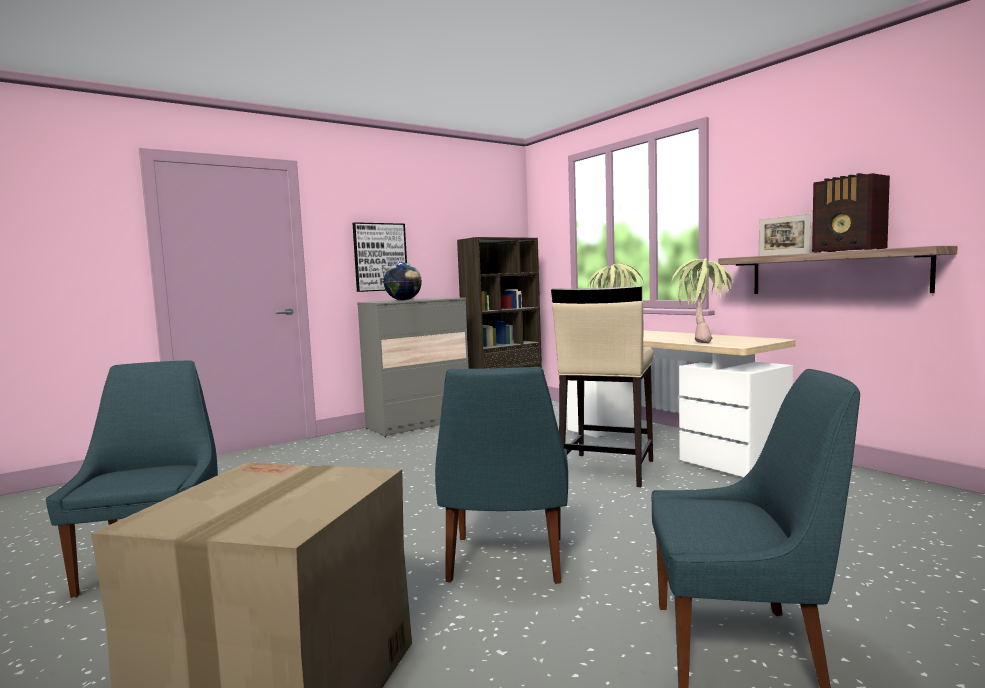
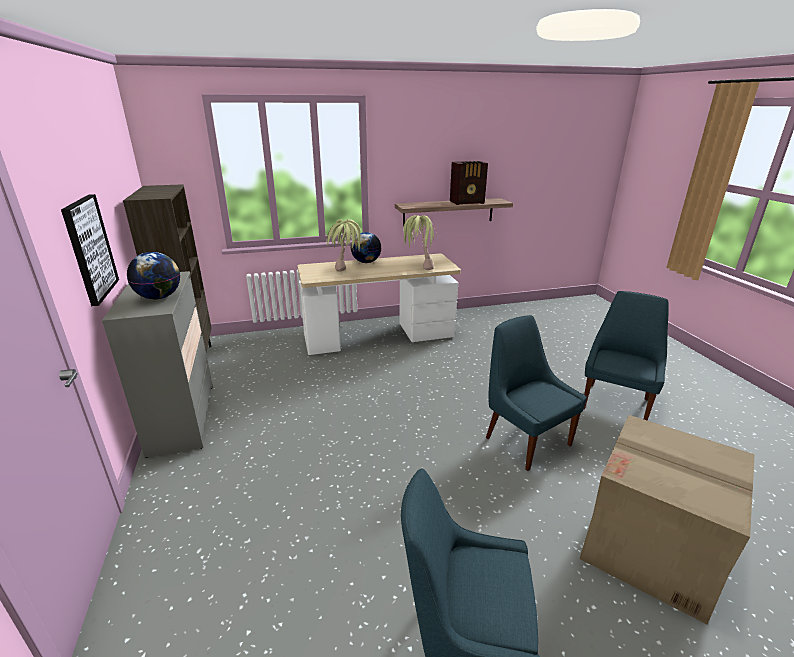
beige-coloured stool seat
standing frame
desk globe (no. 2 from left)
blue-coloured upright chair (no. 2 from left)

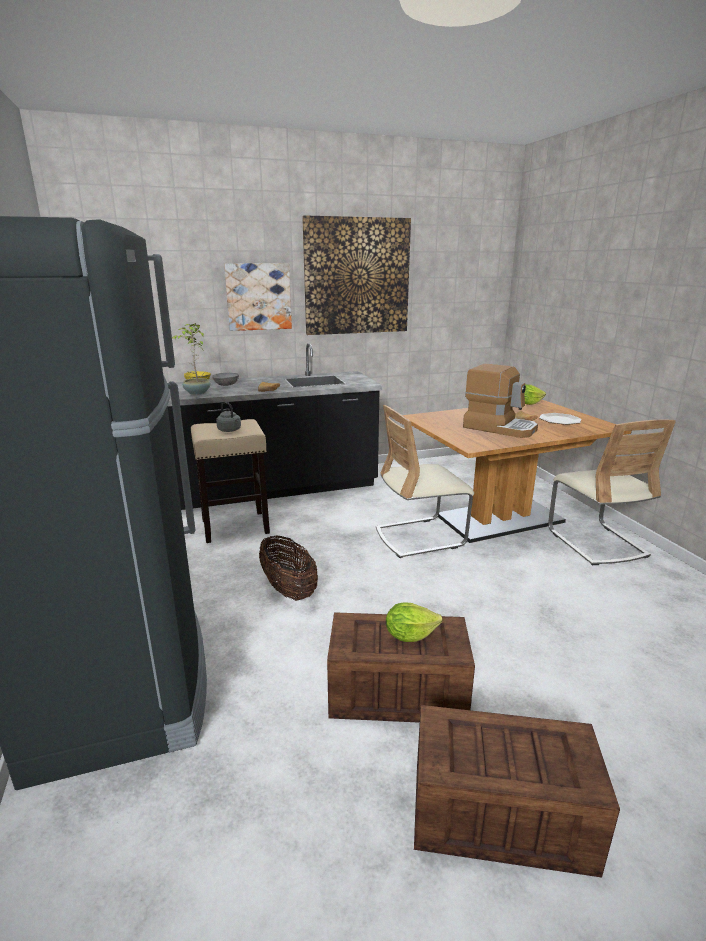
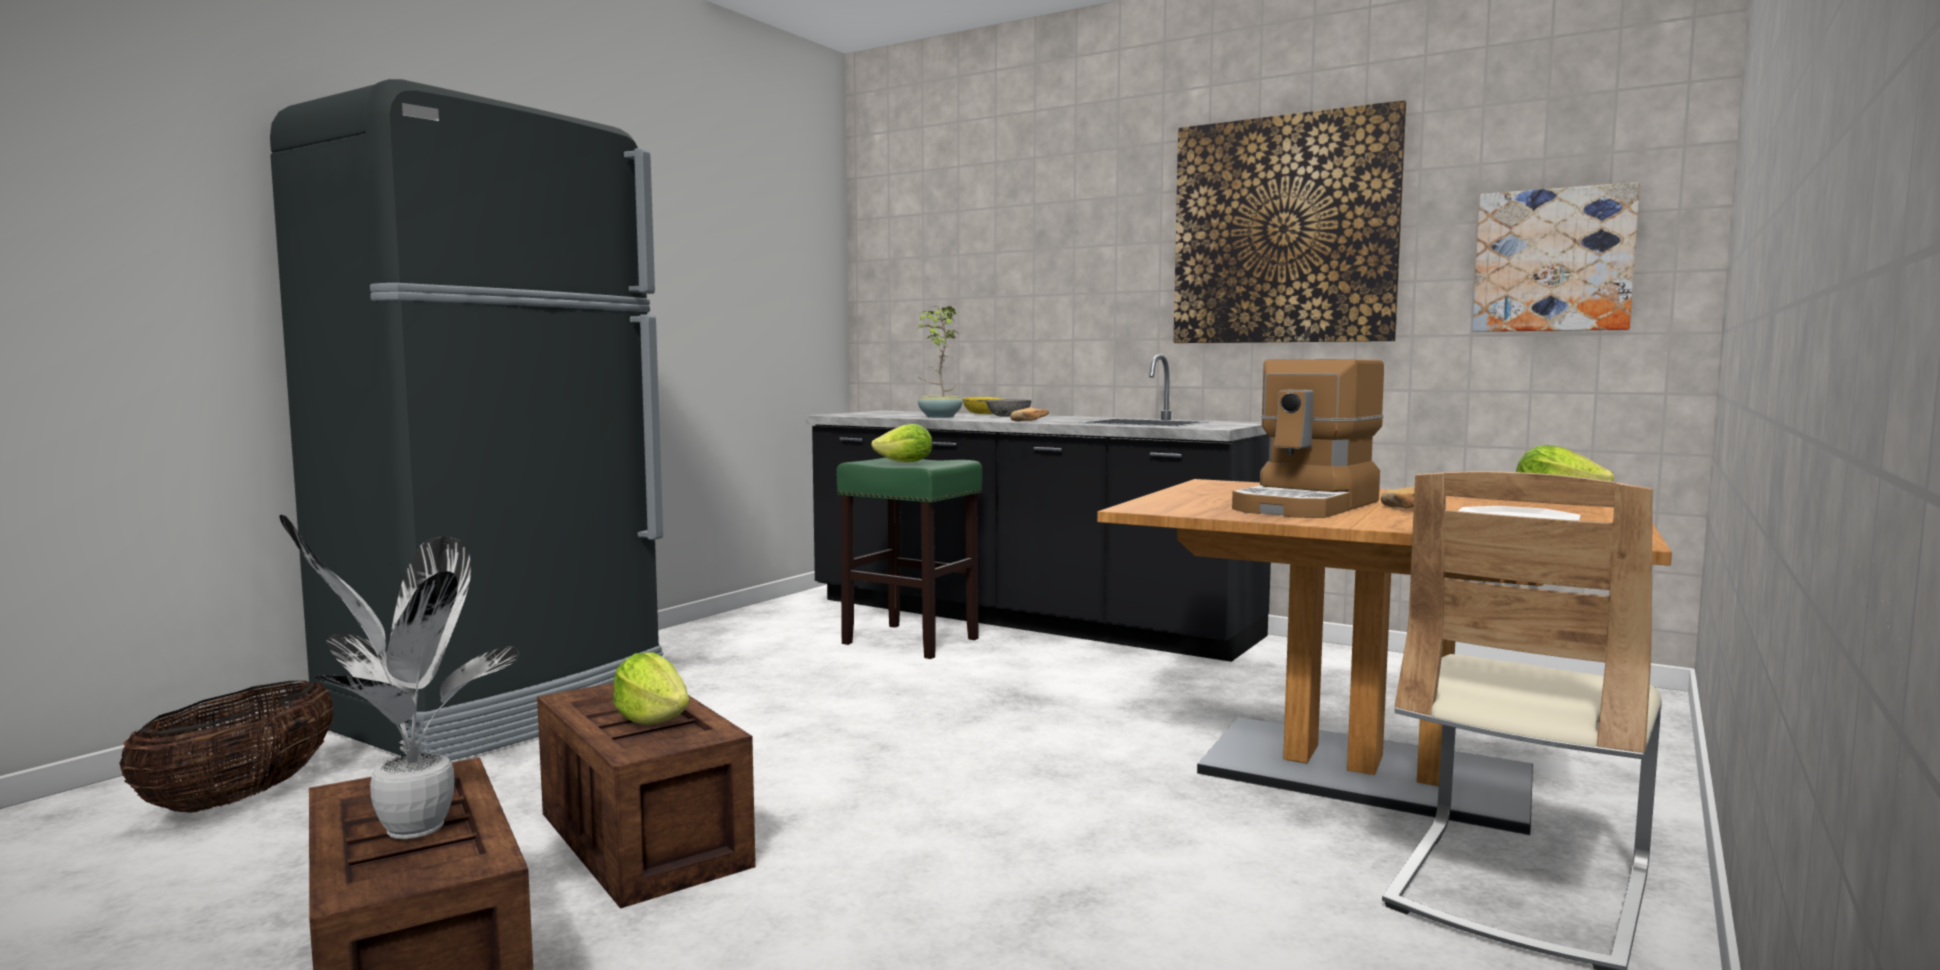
beige-coloured upright chair (no. 1 from left in the first image)
potted plant (no. 1 from left)
wall art (no. 2 from left)
basket
lettuce (no. 2 from left)
green-coloured stool seat
coffee machine

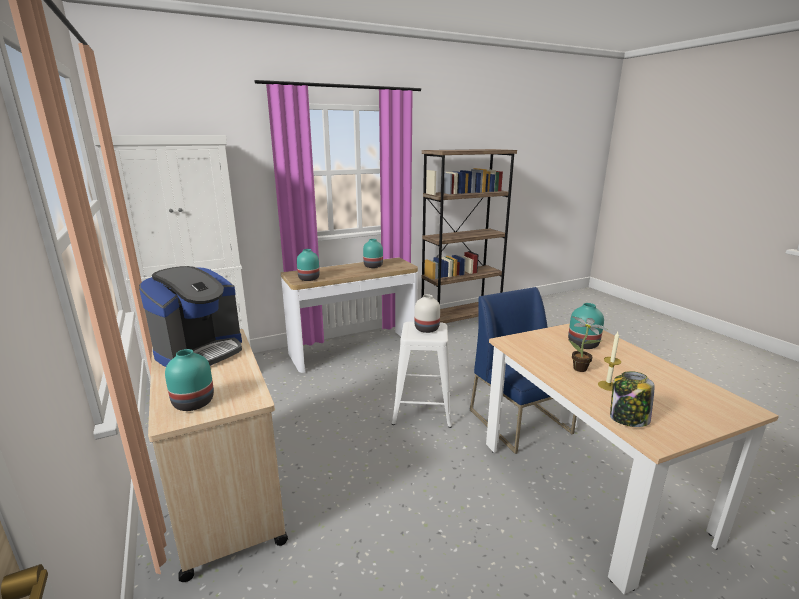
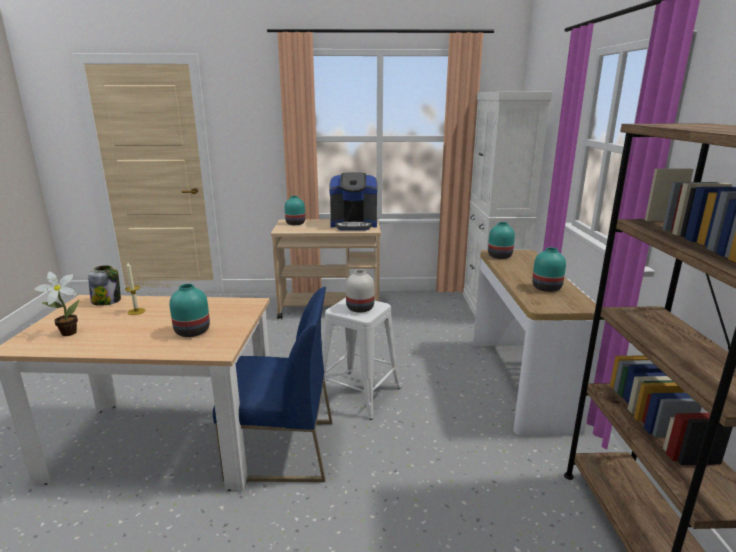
potted plant
coffee machine

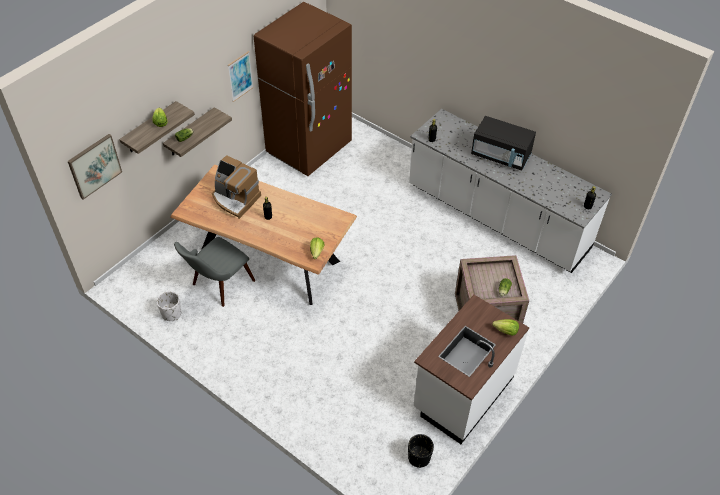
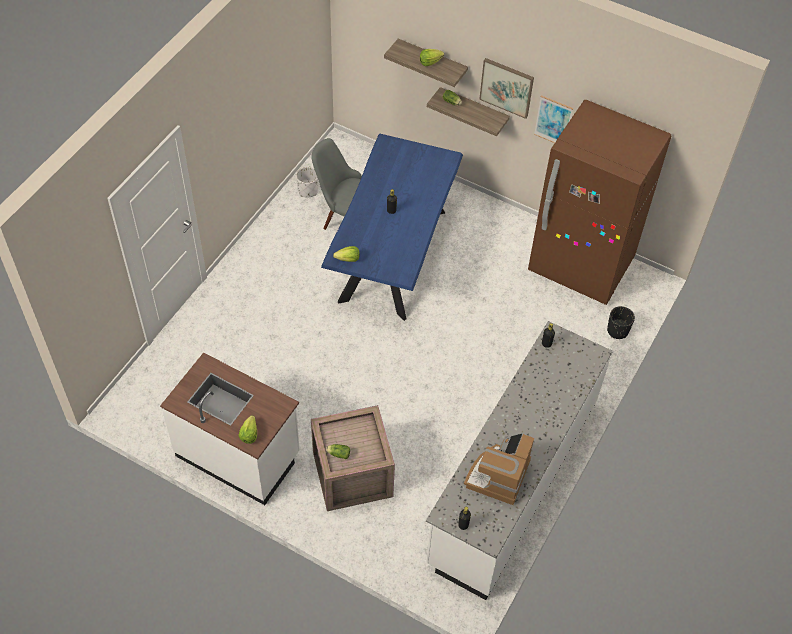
black microwave
wall art (no. 1 from left)
coffee machine
black plant pot
blue-coloured dinner table

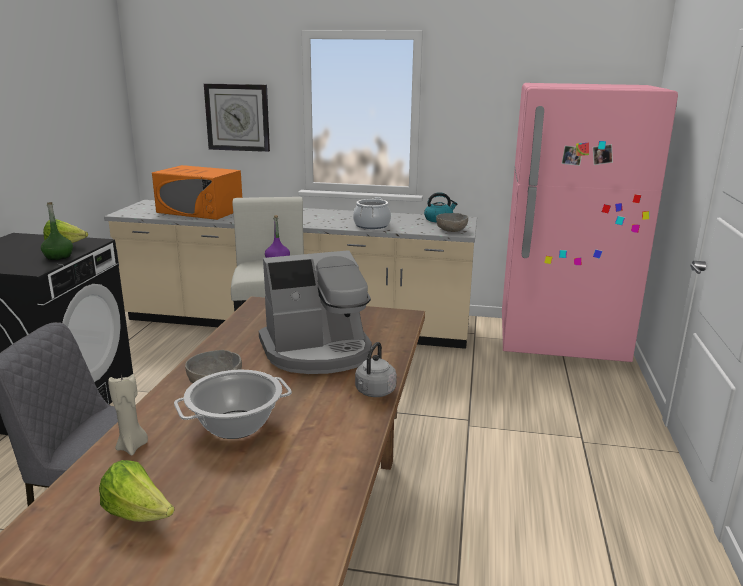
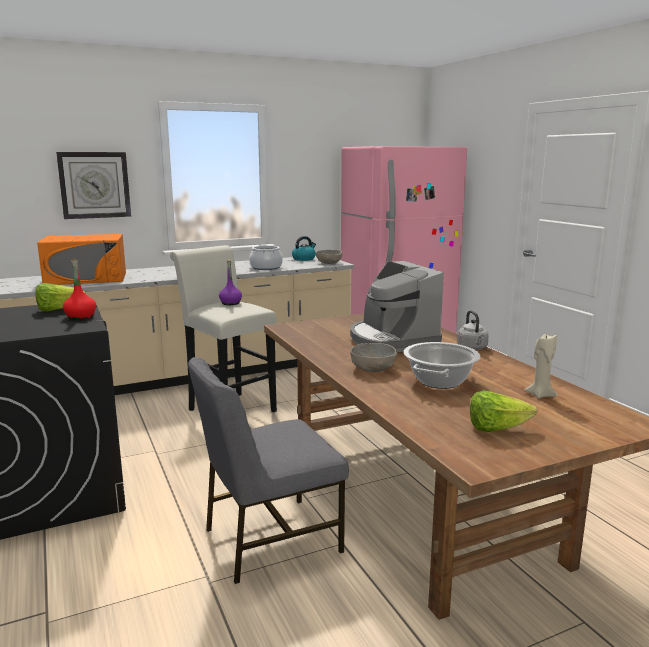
beige-coloured wax light
red bottle
coffee machine

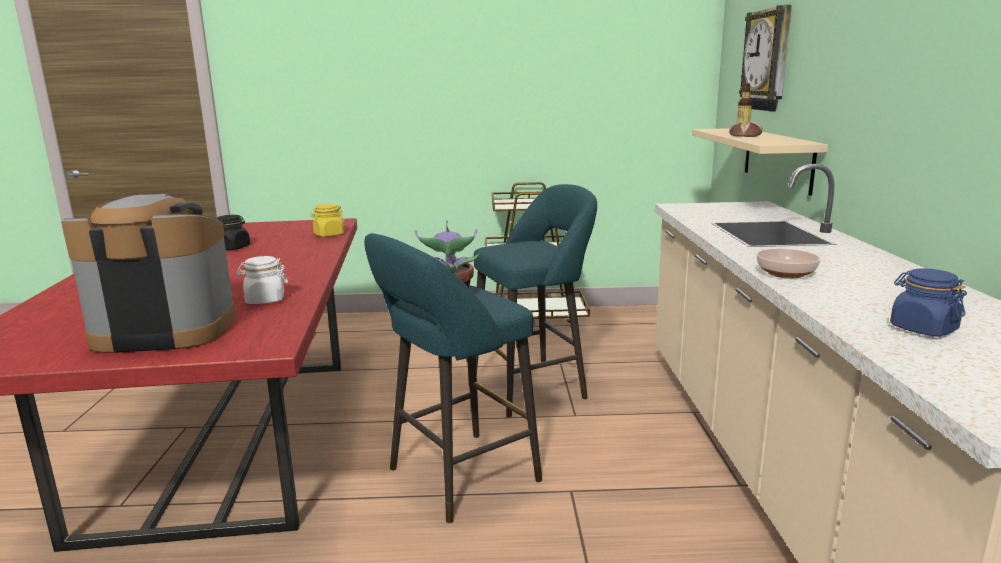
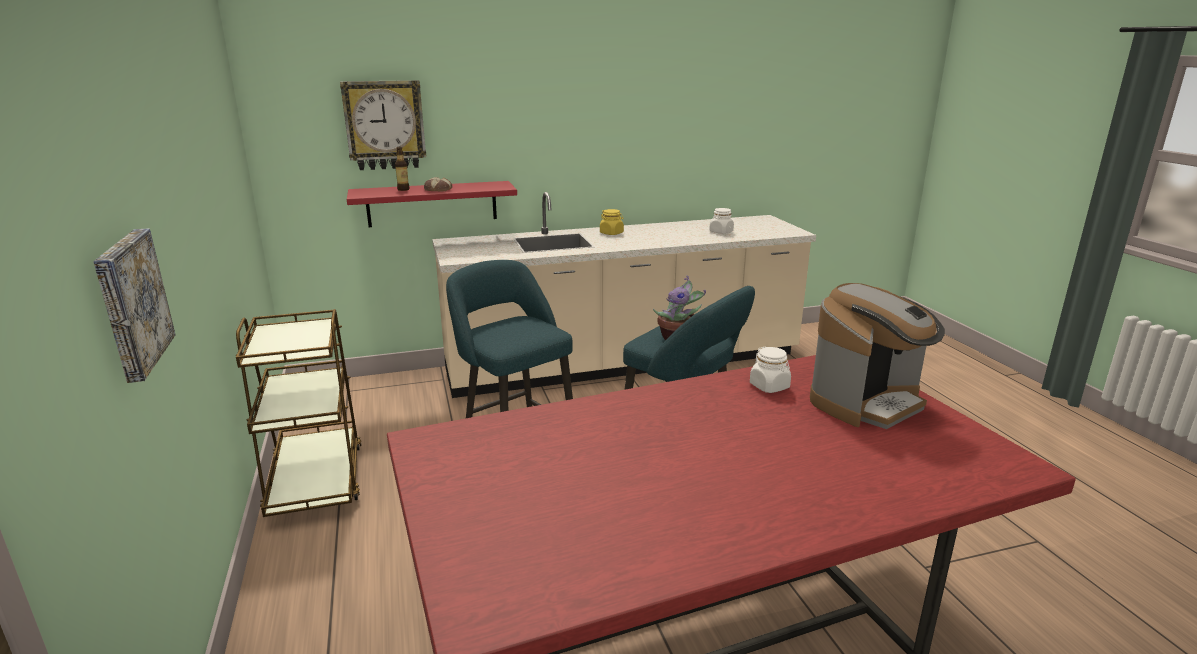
black preserve jar
deep dish
wall art
yellow-coloured preserve jar
red bracket shelf
whitish preserve jar (no. 1 from left)
coffee machine

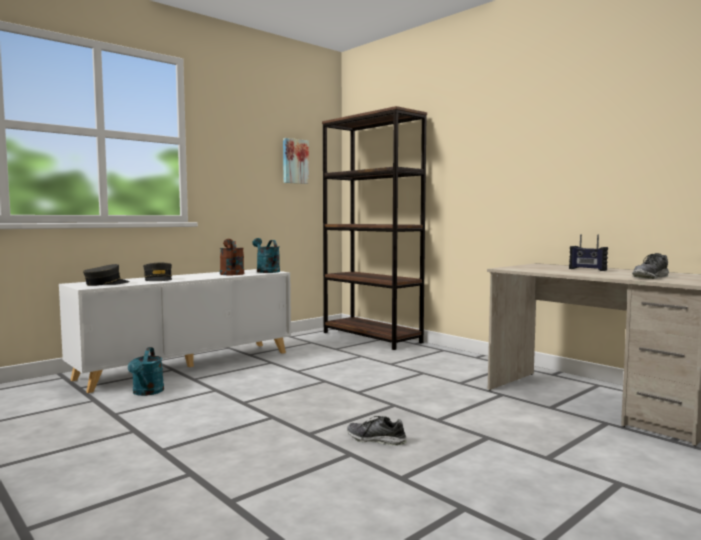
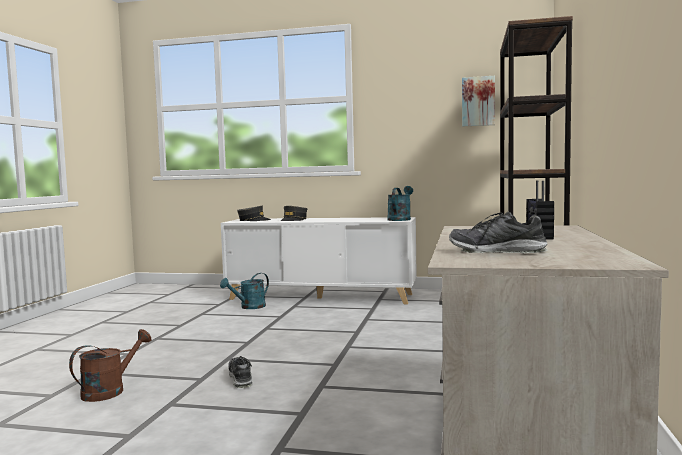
brownish watering can

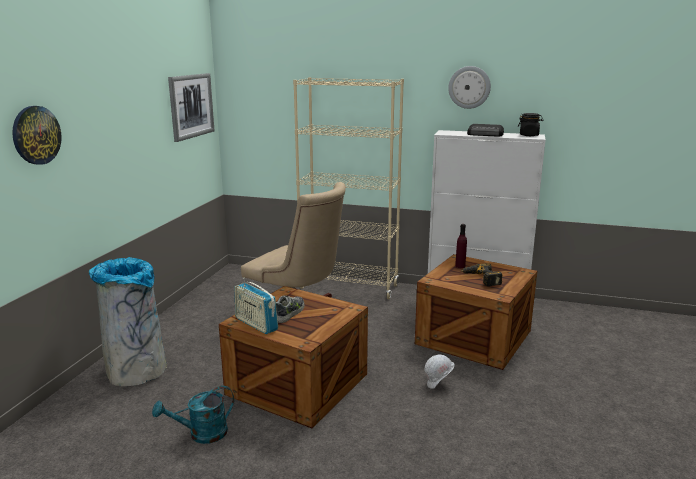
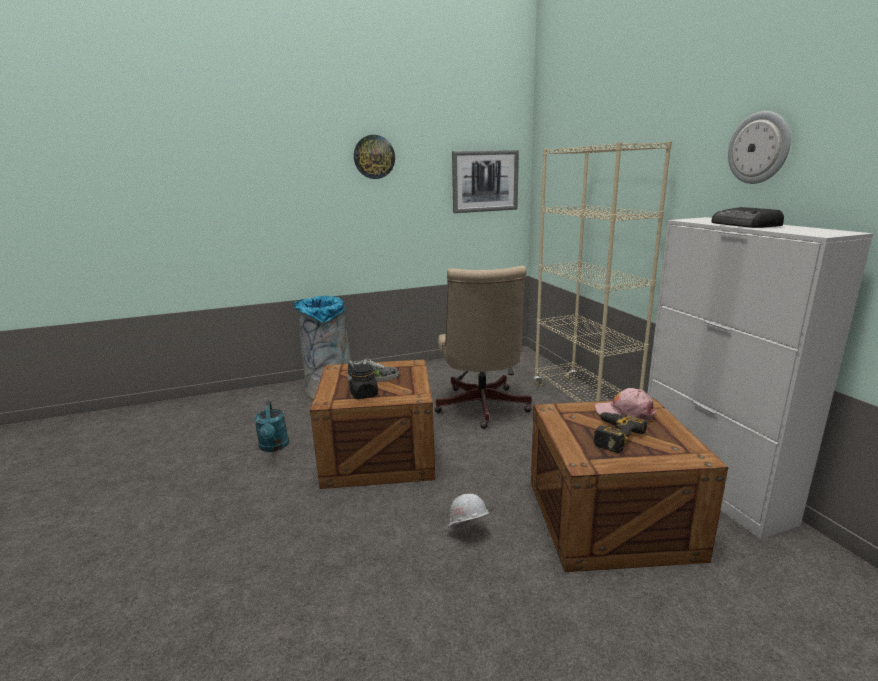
radio receiver (no. 1 from left in the first image)
hanging clock (no. 1 from left)
black preserve jar
pinkish cap
blue-green watering can

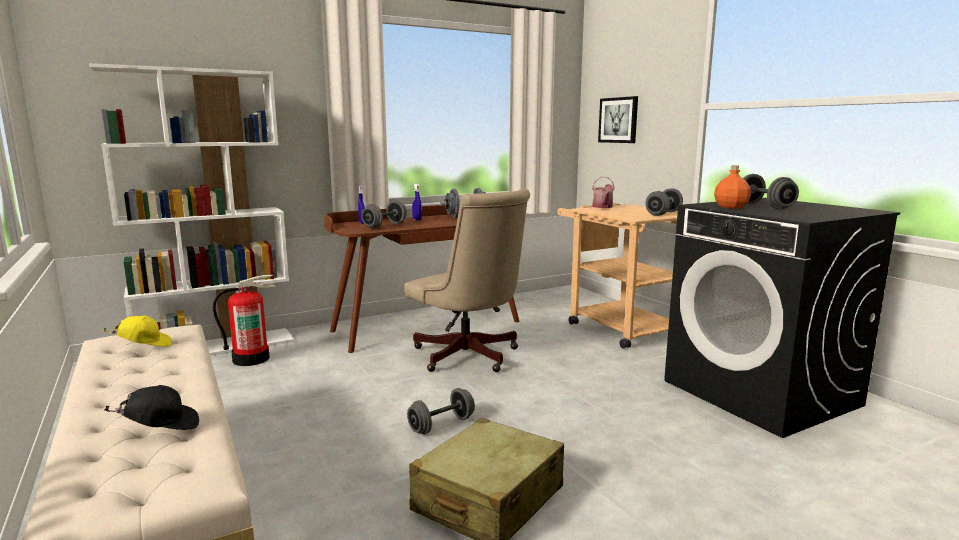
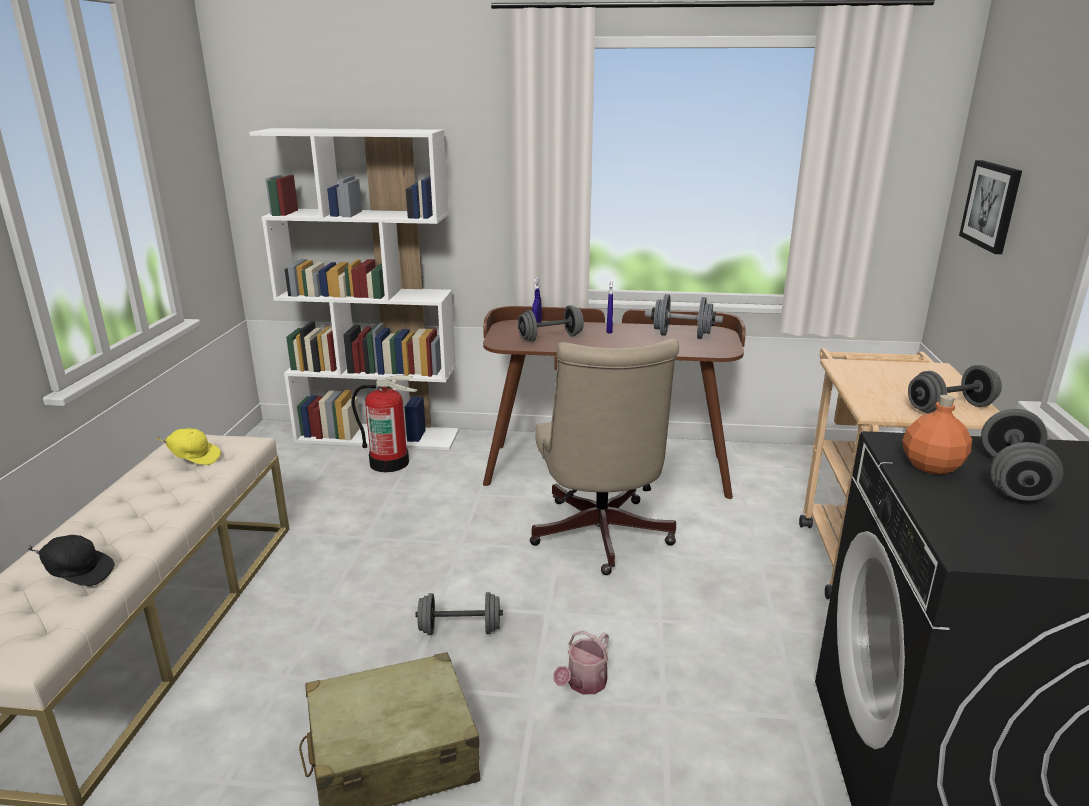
watering can

